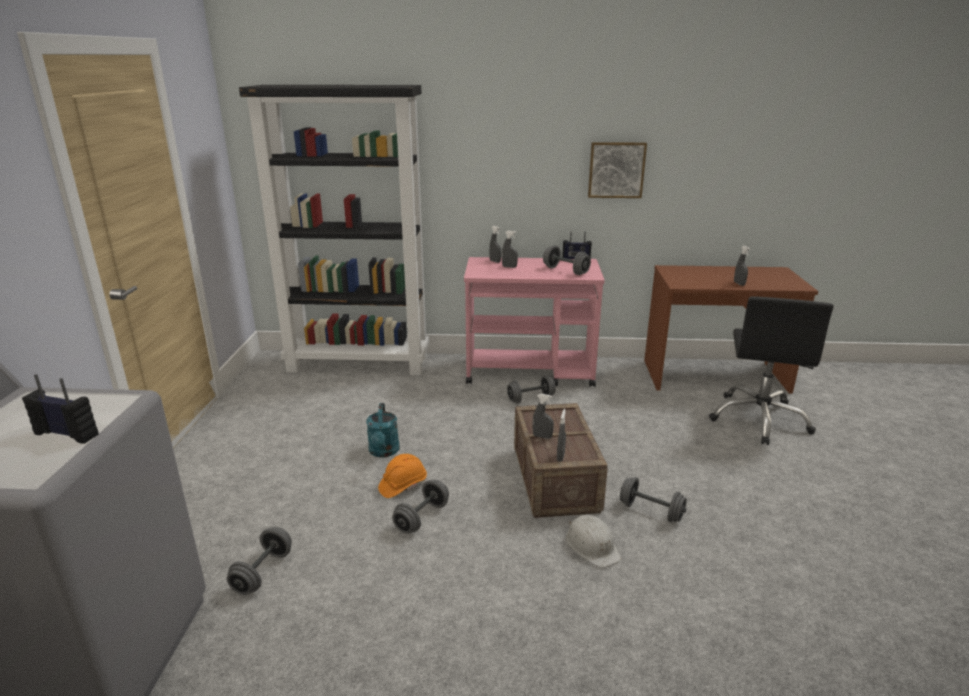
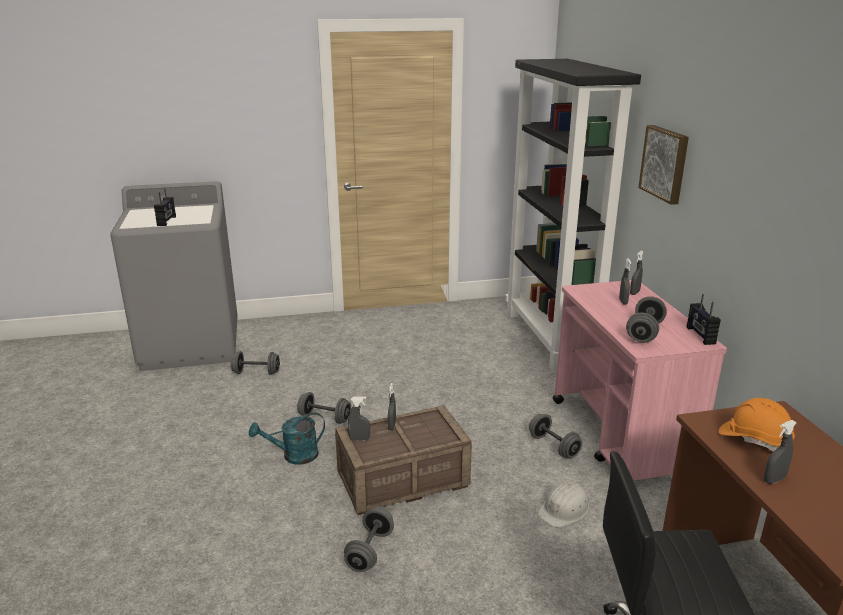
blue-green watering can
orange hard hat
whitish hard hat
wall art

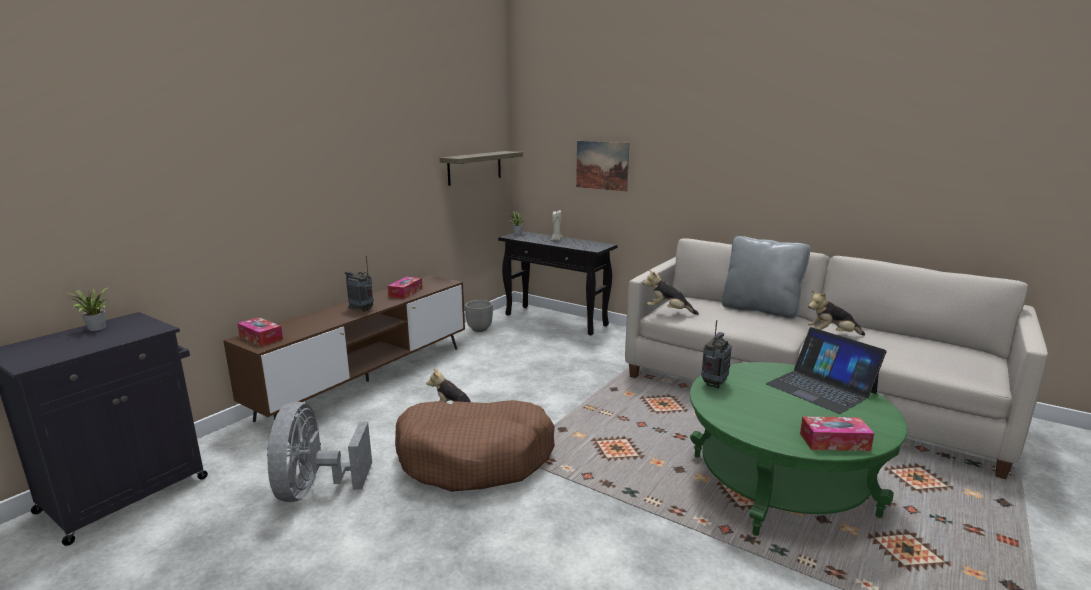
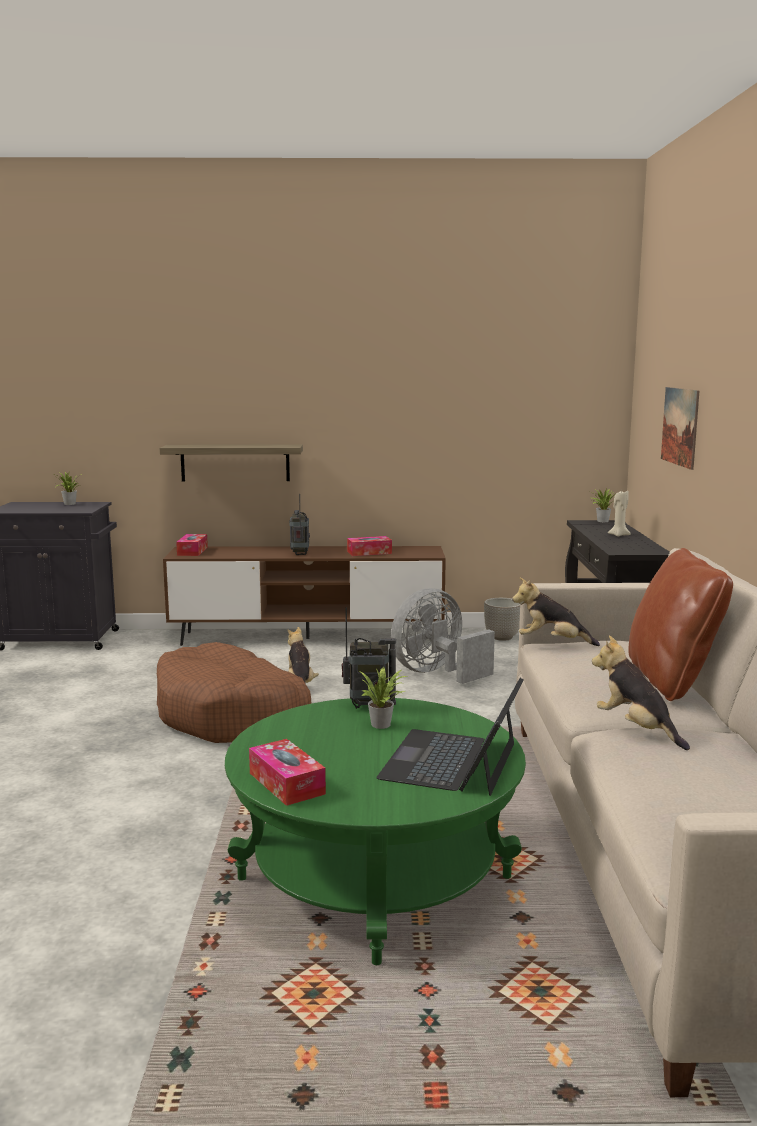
potted plant (no. 2 from left)
grey electric fan
bracket shelf
brownish throw pillow
plush toy (no. 2 from left)

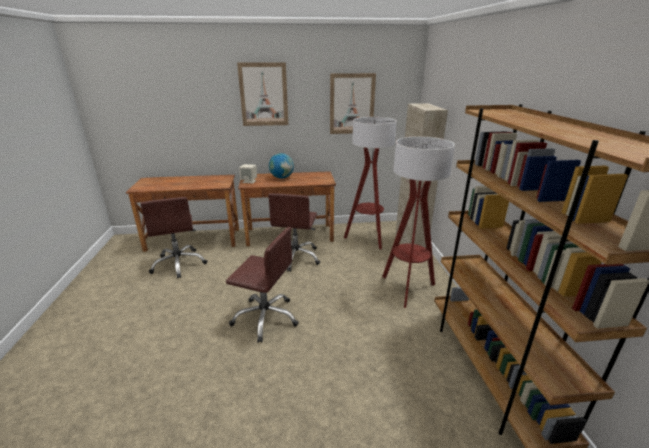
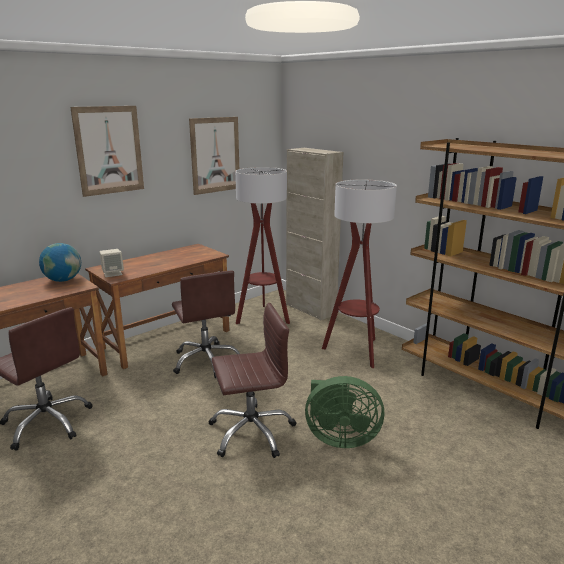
green-coloured electric fan
desk globe

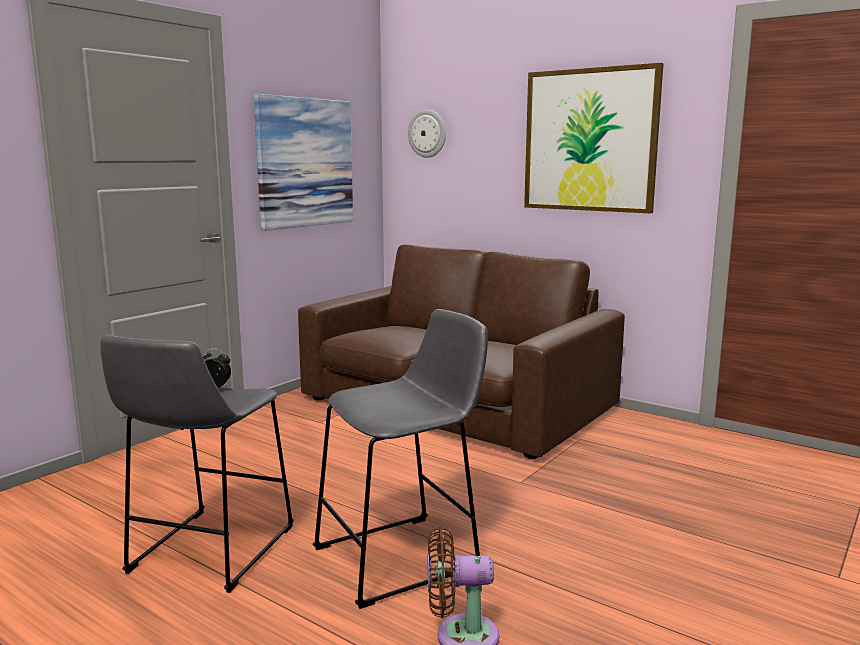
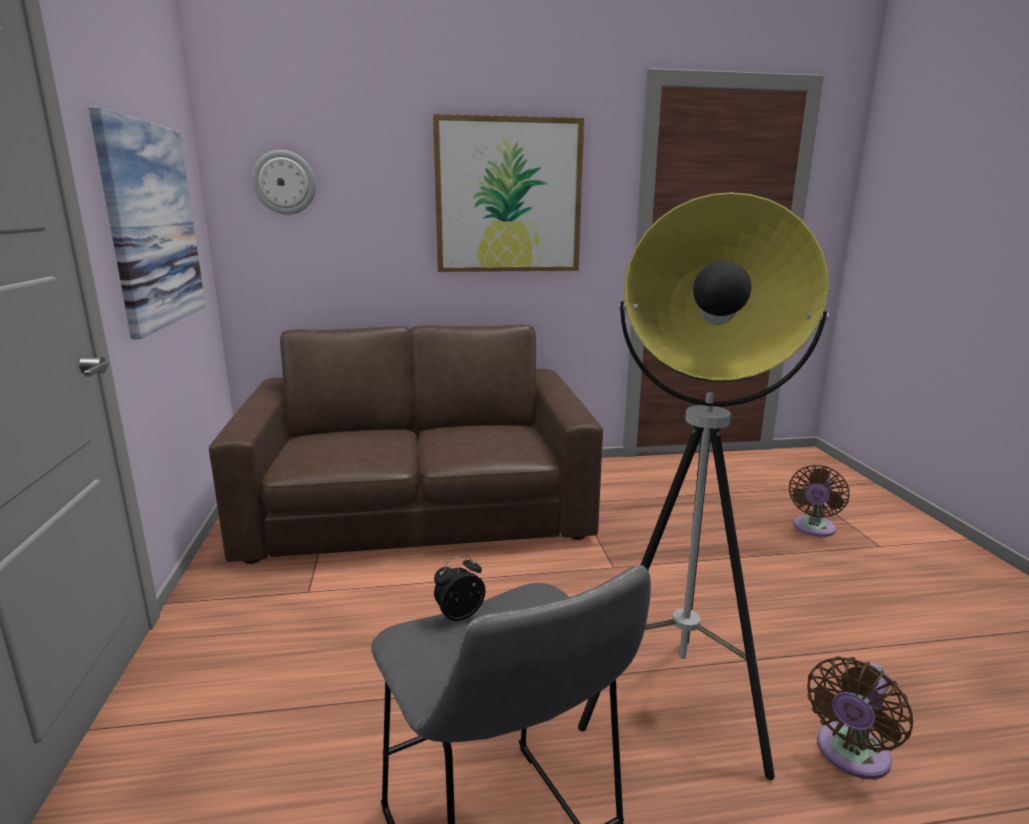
brownish electric fan (no. 1 from left)
floor lamp

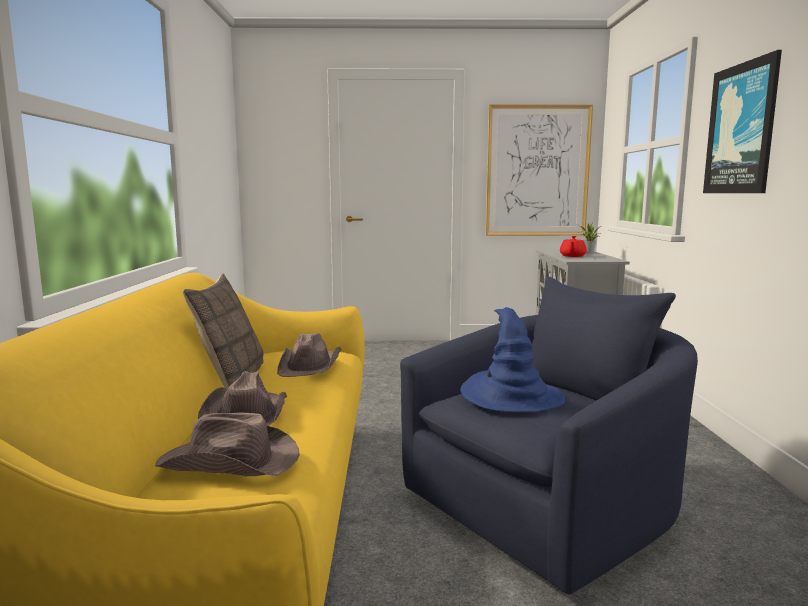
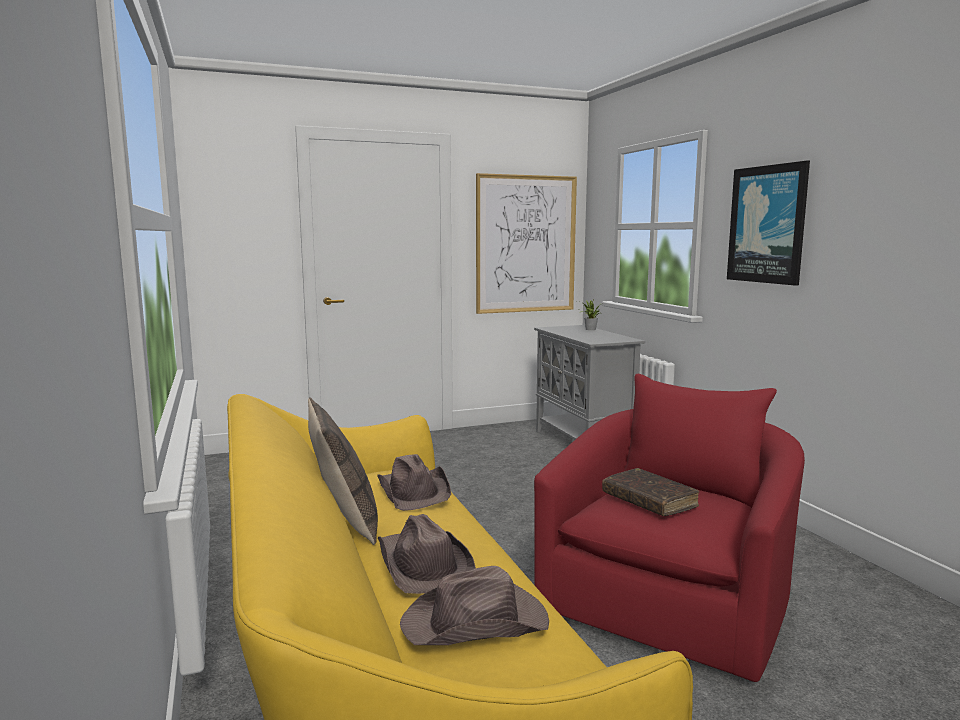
red pot for tea
brownish book
red lounge chair

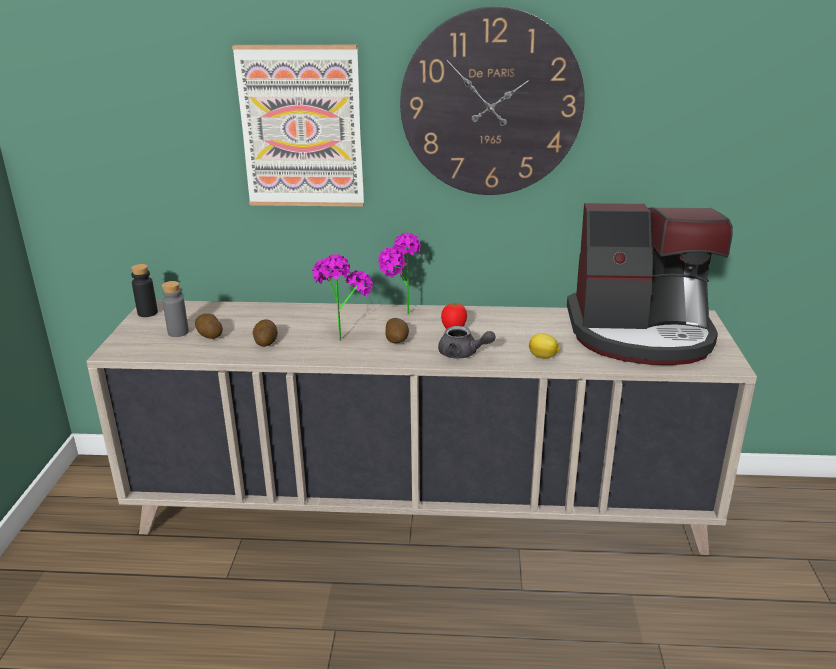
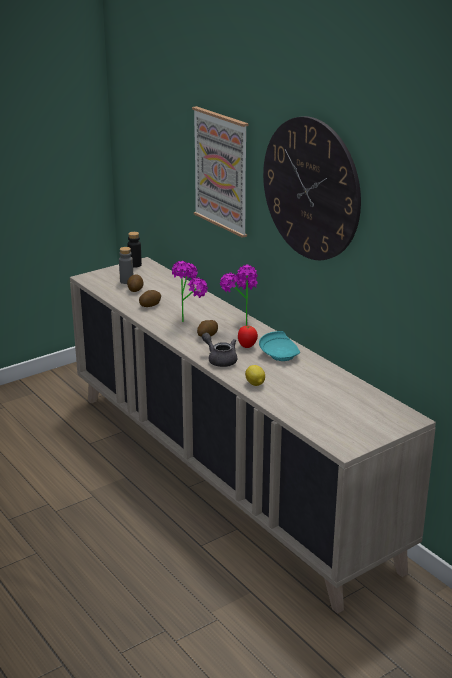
coffee machine
blue-green dinner plate
grey pot for tea

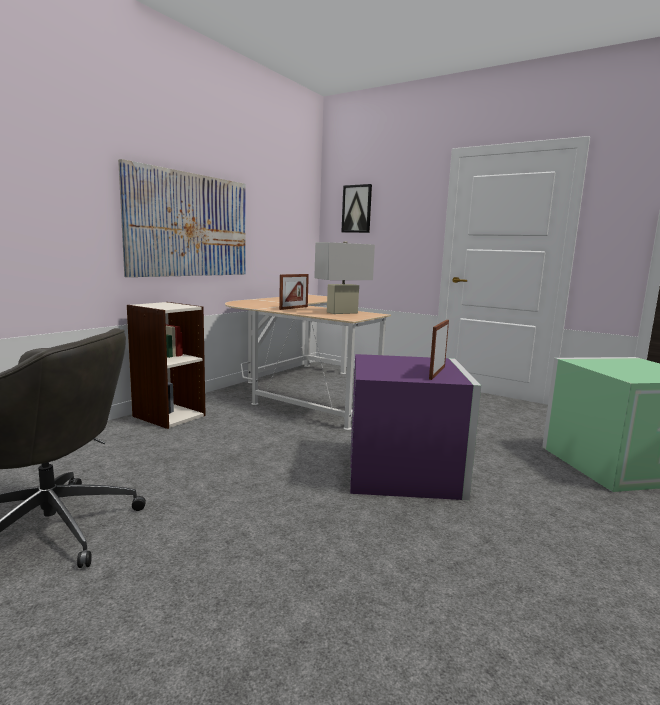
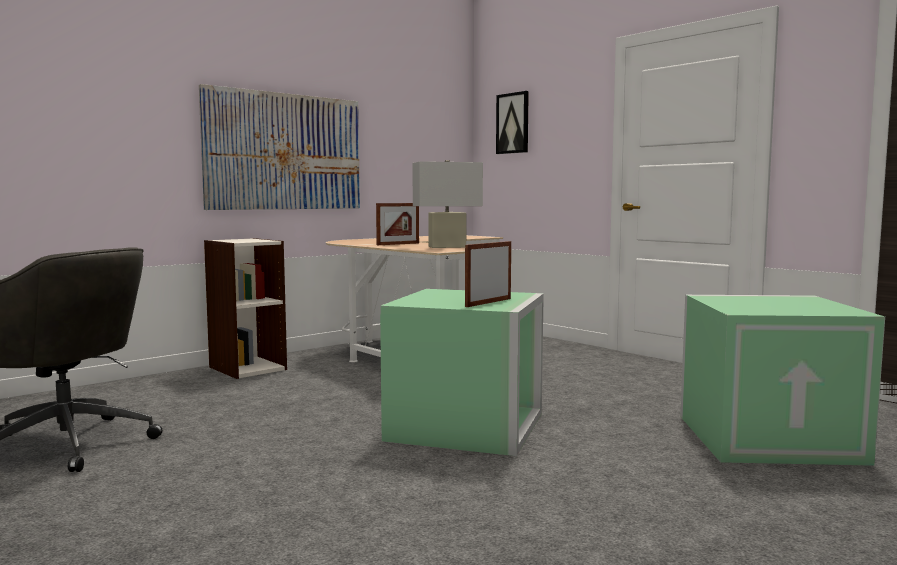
green-coloured storage bin (no. 1 from left)

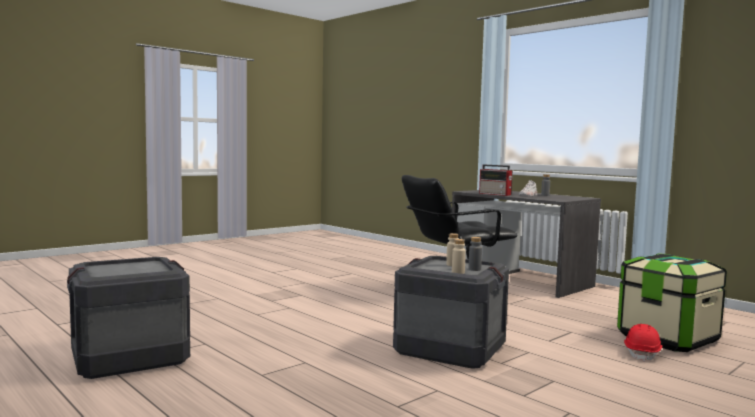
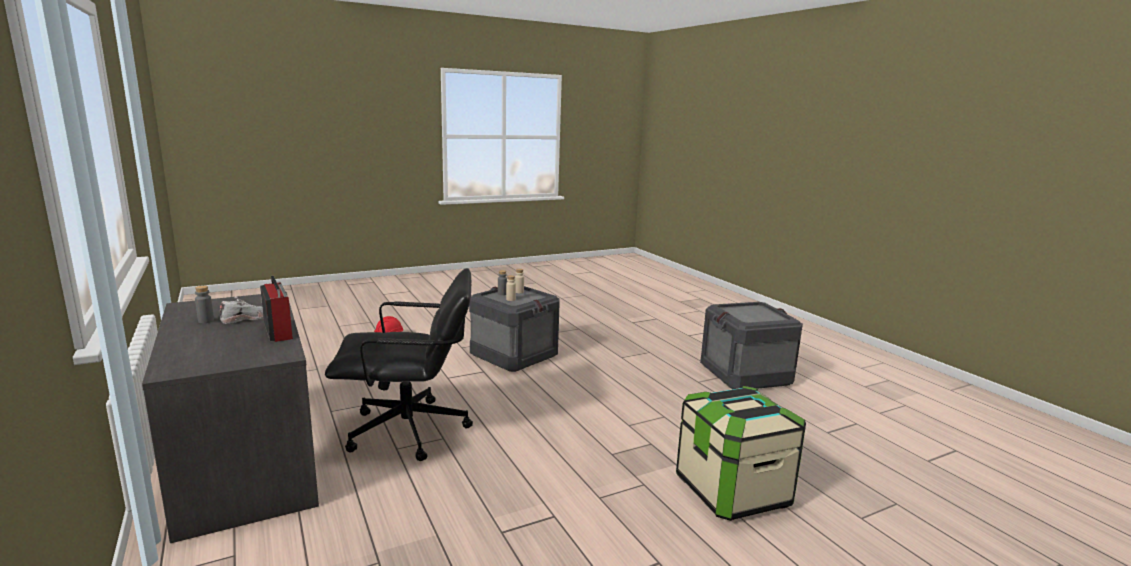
storage bin

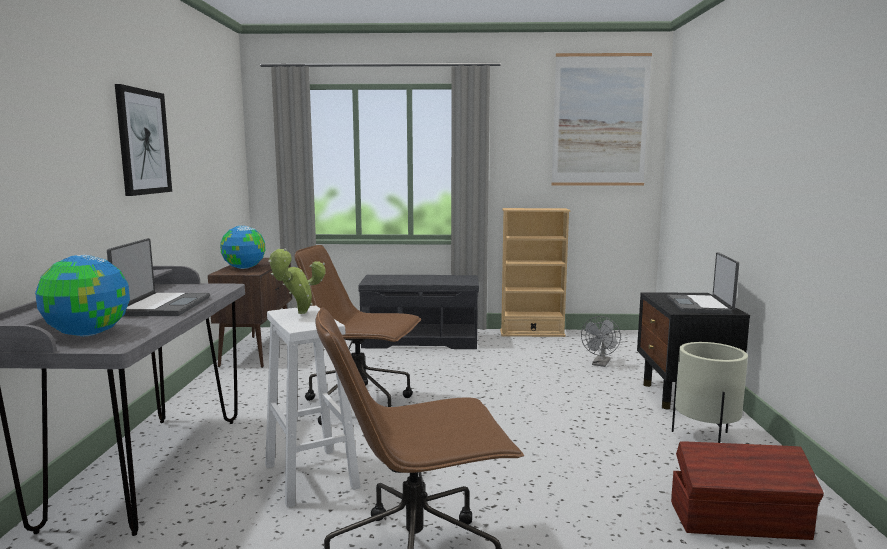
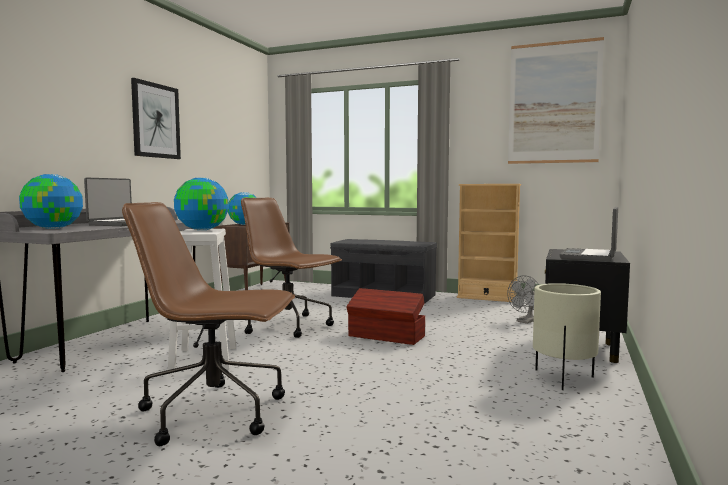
brownish storage bin
desk globe (no. 2 from left)

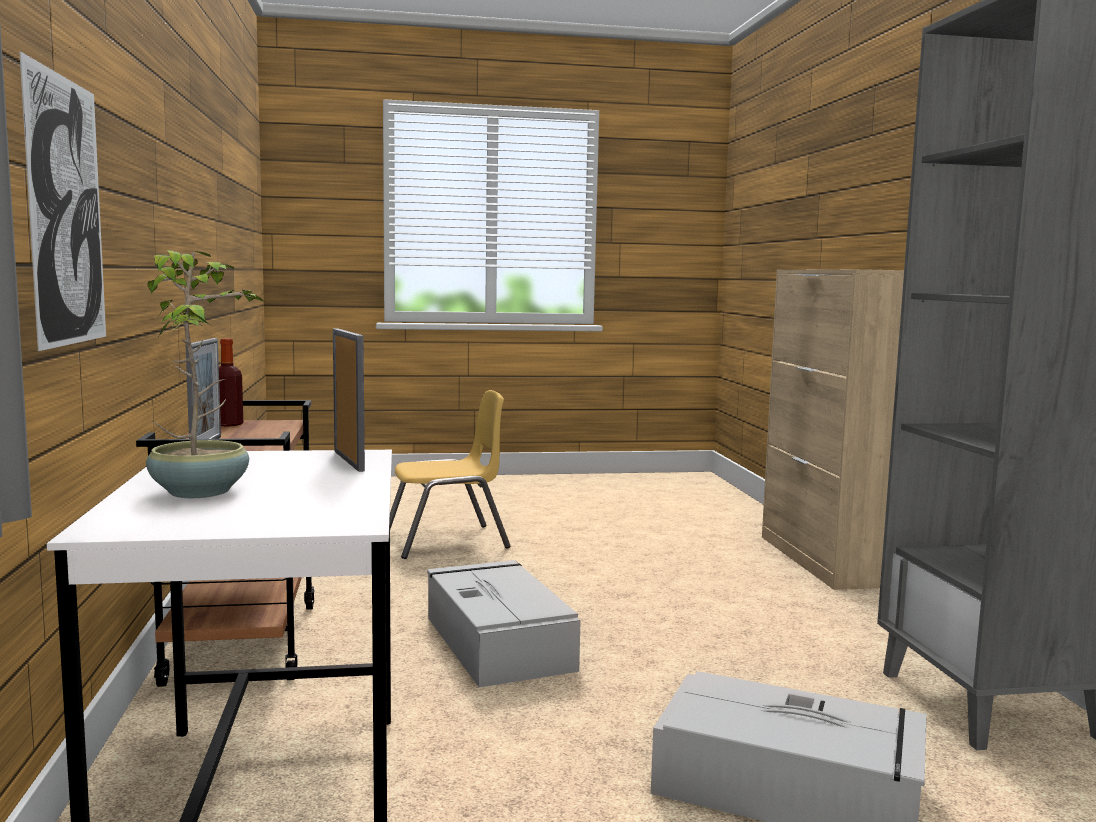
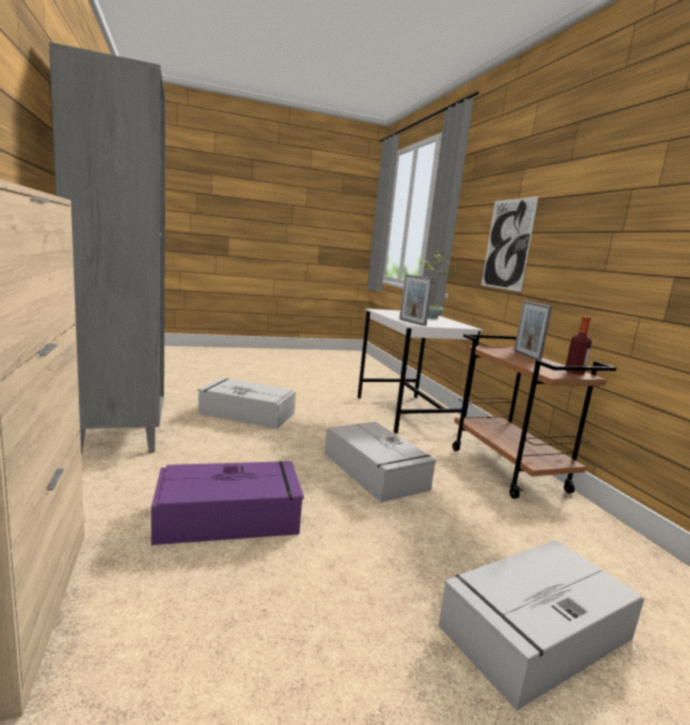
purplish storage bin
grey storage bin (no. 3 from left)

